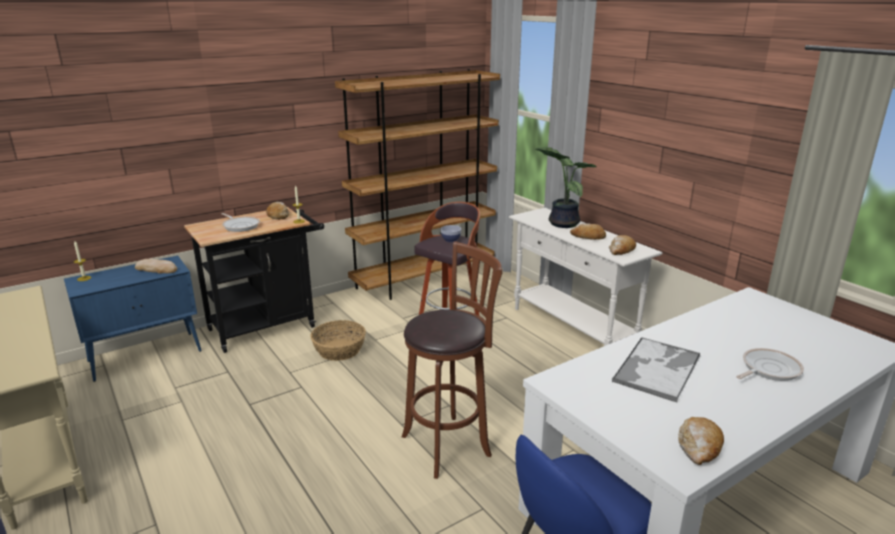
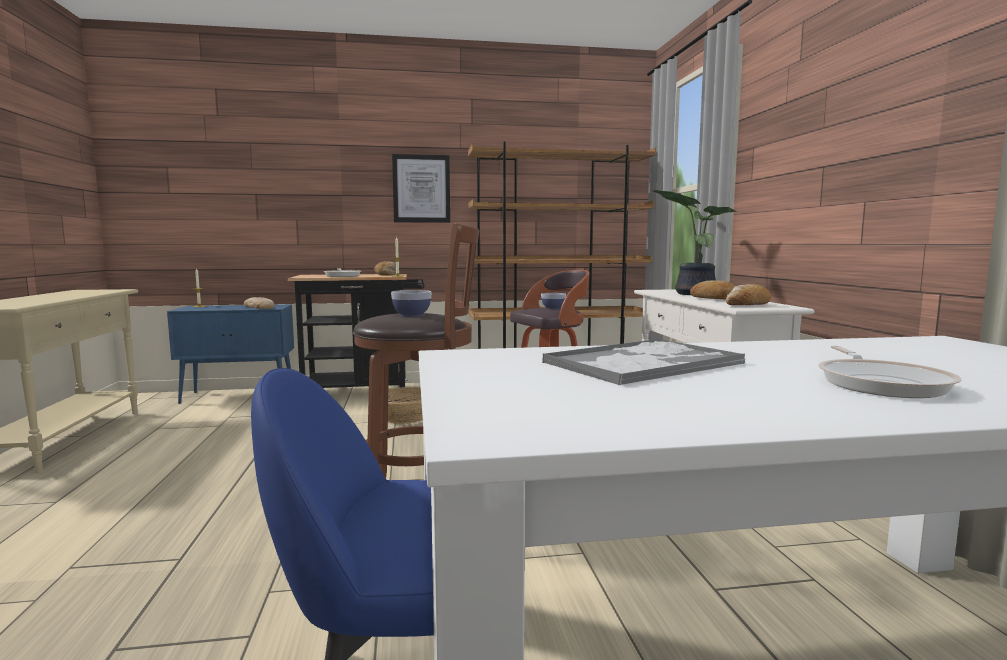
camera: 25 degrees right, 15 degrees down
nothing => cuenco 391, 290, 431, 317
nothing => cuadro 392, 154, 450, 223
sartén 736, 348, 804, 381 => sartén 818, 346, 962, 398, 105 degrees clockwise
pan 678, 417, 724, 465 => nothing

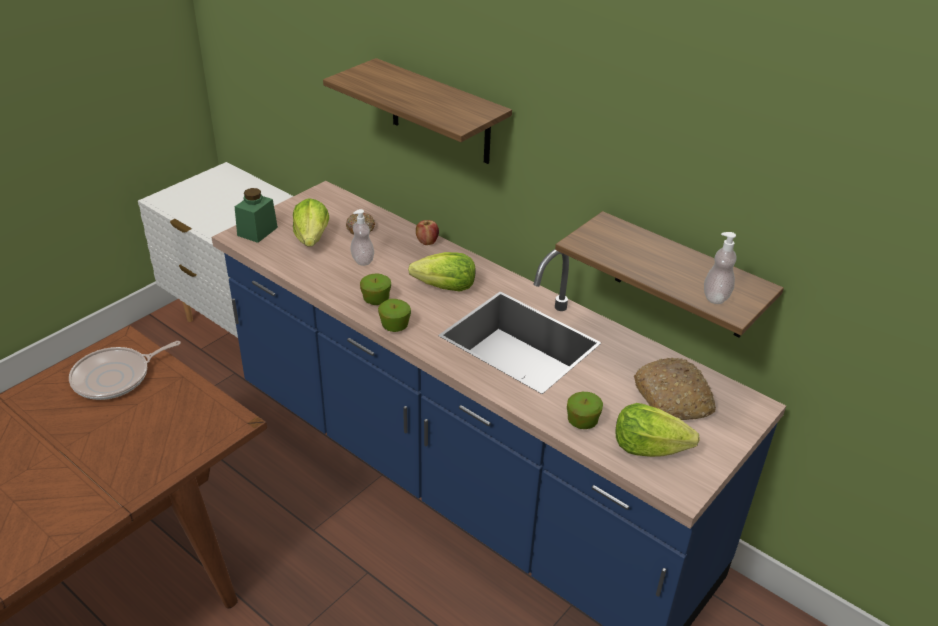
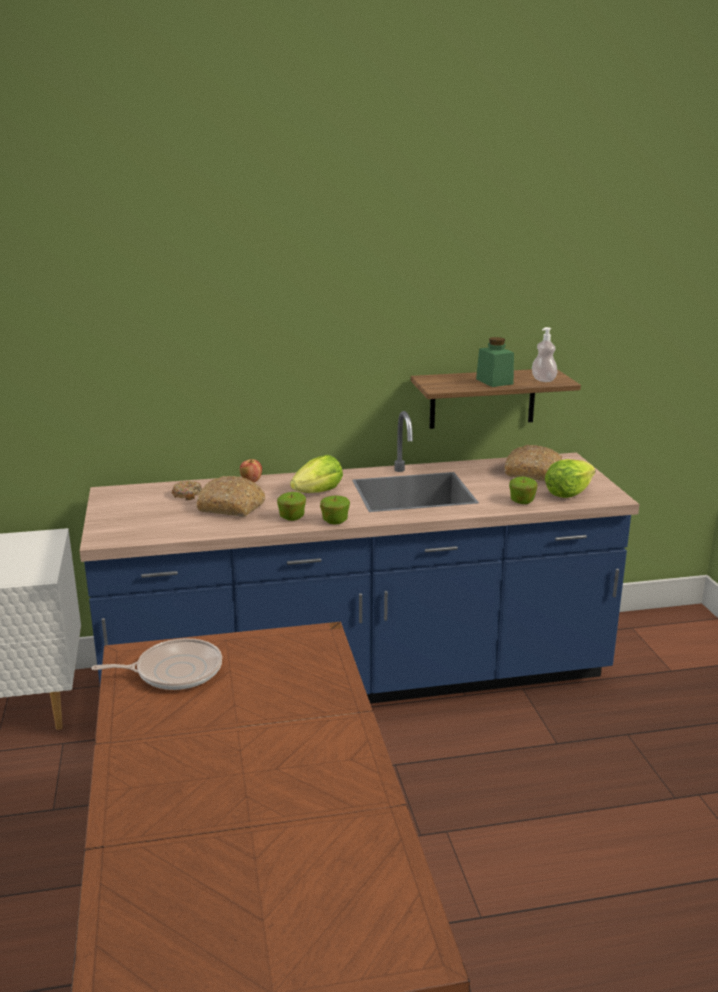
camera: 50 degrees left, 15 degrees down
sartén 69, 341, 181, 400 => sartén 91, 638, 222, 690, 105 degrees counterclockwise
dispensador de jabón 350, 209, 374, 266 => pan 196, 476, 265, 517
tarro/verde 235, 188, 278, 243 => tarro/verde 476, 337, 514, 387, shifted
lechuga 293, 198, 329, 246 => nothing
estante 323, 58, 512, 164 => nothing

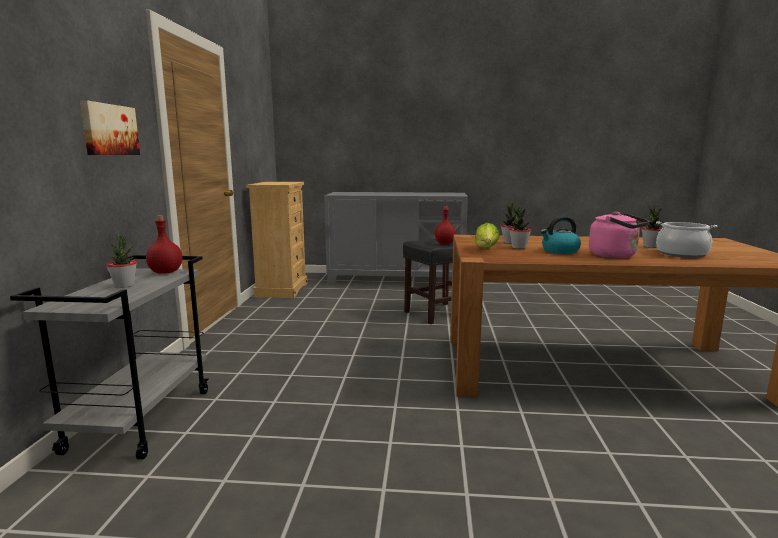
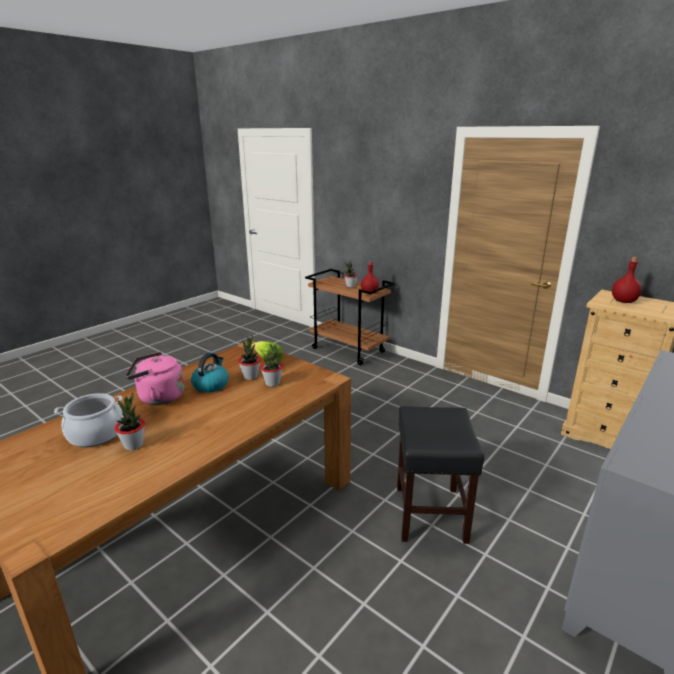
camera: 125 degrees right, 10 degrees up
carrito/gris 10, 255, 209, 460 => carrito/marrón 305, 269, 395, 365
botella/rojo 435, 206, 456, 244 => botella/rojo 612, 257, 642, 303, shifted
cuadro 80, 100, 140, 155 => nothing

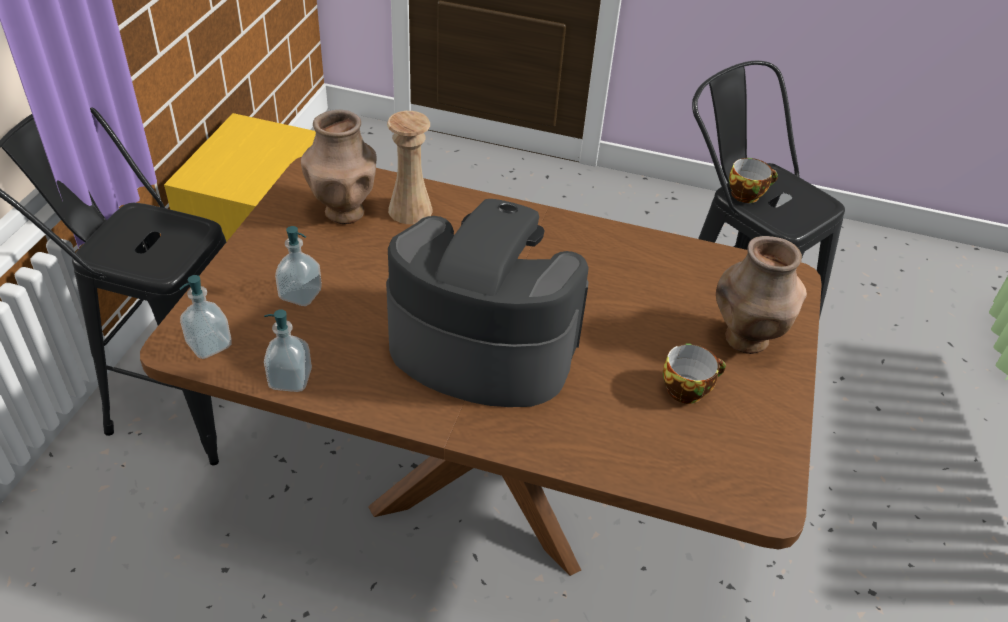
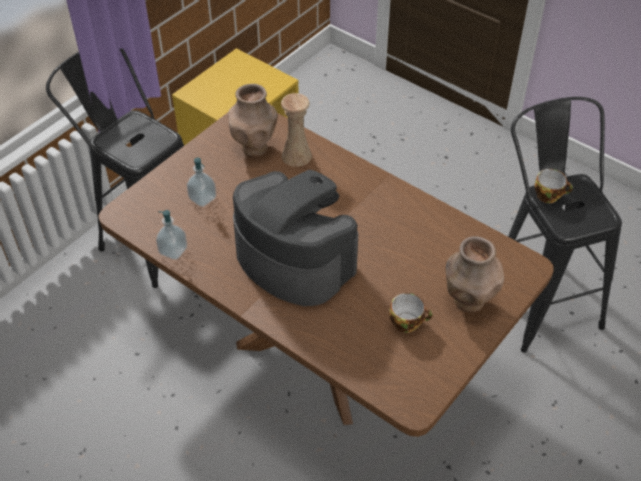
camera: 25 degrees right, 5 degrees up
dispensador de jabón 179, 275, 232, 359 => nothing

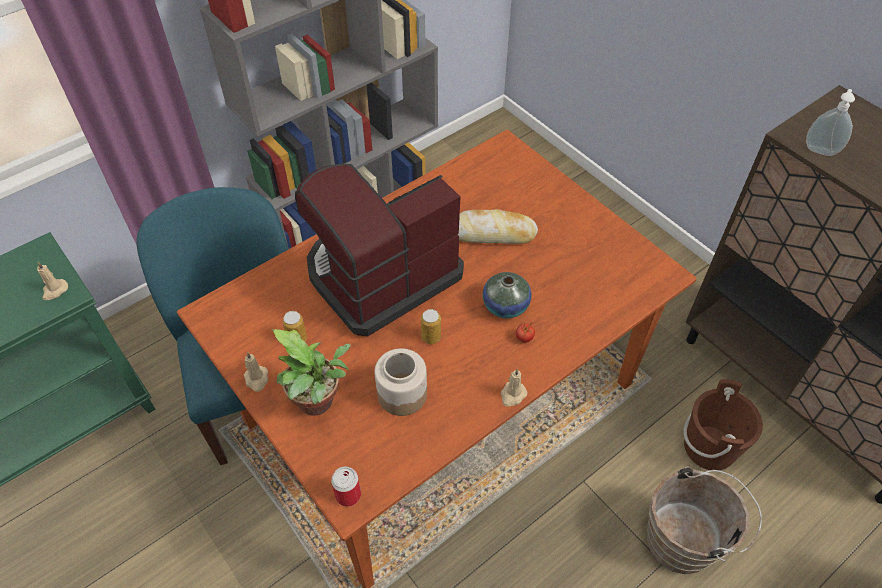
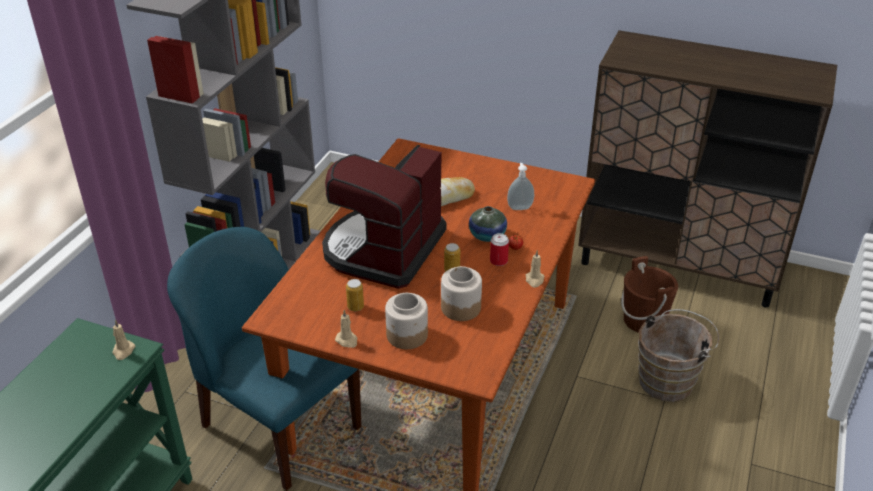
camera: 30 degrees left, 15 degrees down
planta en maceta 272, 329, 351, 416 => tarro 385, 293, 428, 349
lata 331, 467, 361, 507 => lata 490, 233, 509, 266, shifted
dispensador de jabón 806, 89, 855, 156 => dispensador de jabón 507, 163, 534, 210, shifted

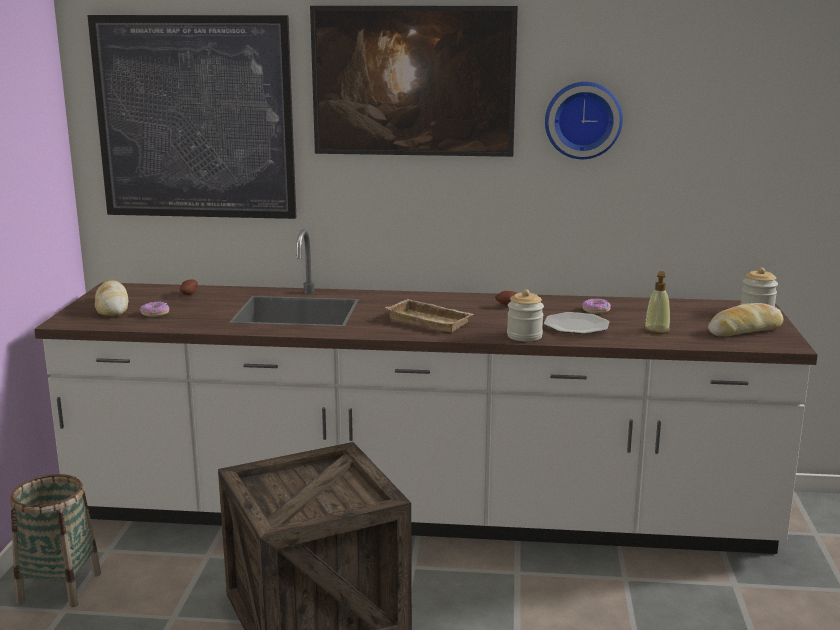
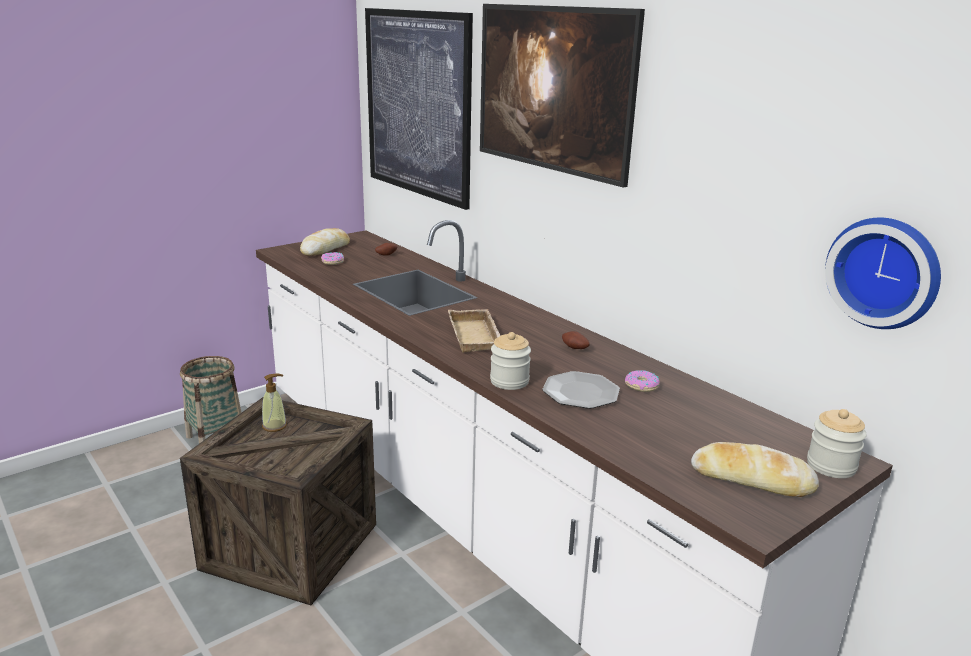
camera: 45 degrees right, 5 degrees up
dispensador de jabón 644, 271, 670, 334 => dispensador de jabón 262, 373, 287, 432, shifted
reloj de pared 545, 82, 623, 159 => reloj de pared 825, 218, 941, 329, shifted

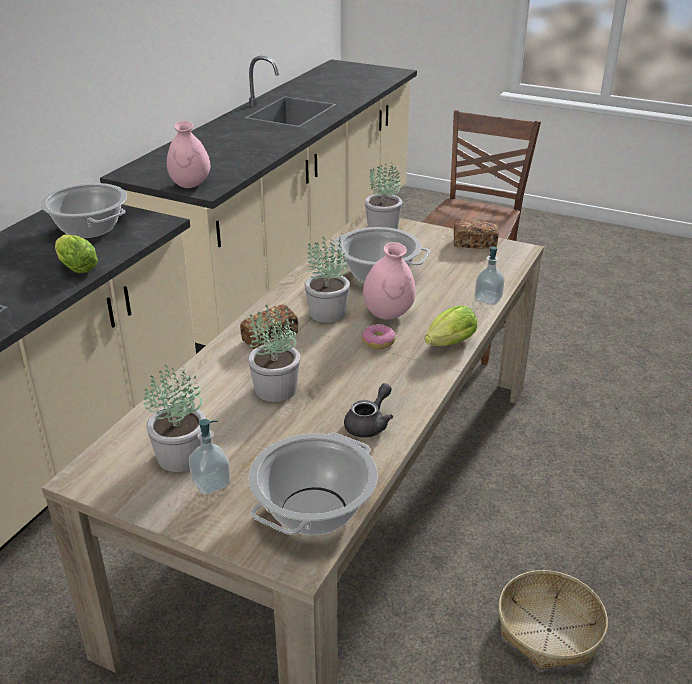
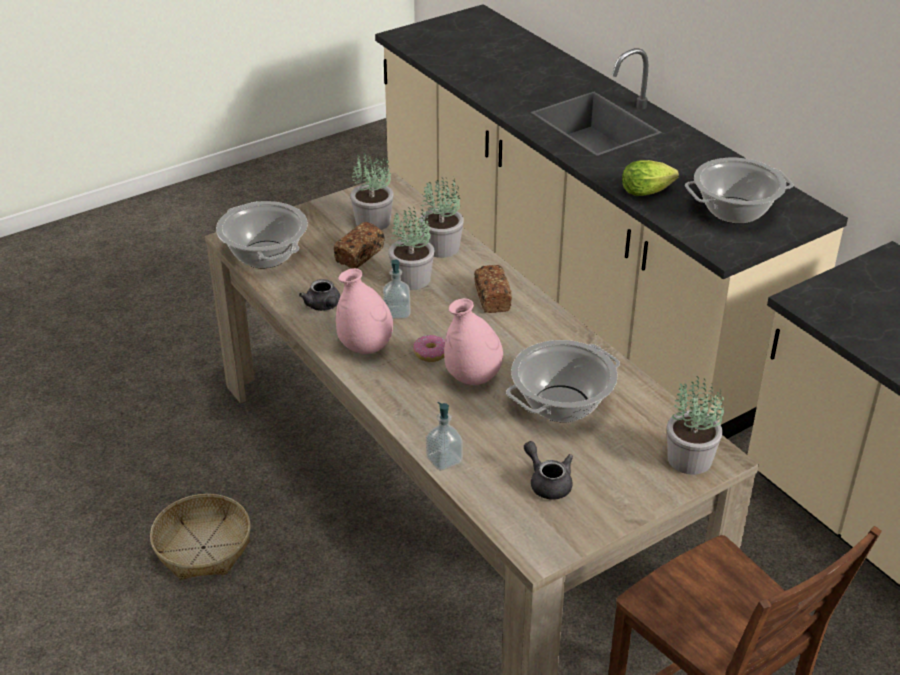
camera: 120 degrees right, 5 degrees up
pan 454, 221, 499, 249 => pan 334, 222, 385, 269, shifted
florero/rosa 167, 121, 210, 188 => florero/rosa 336, 268, 393, 354, shifted
dispensador de jabón 189, 419, 231, 495 => dispensador de jabón 383, 260, 410, 319, shifted
planta en maceta 304, 236, 350, 323 => planta en maceta 420, 176, 464, 258, shifted
nothing => tetera/gris 524, 441, 573, 500
lechuga 425, 305, 477, 346 => nothing

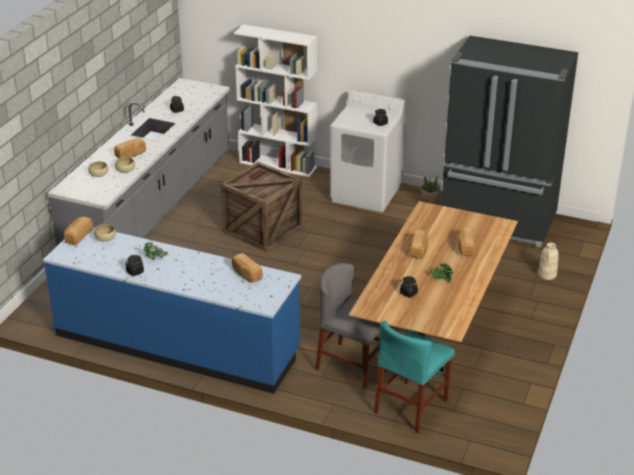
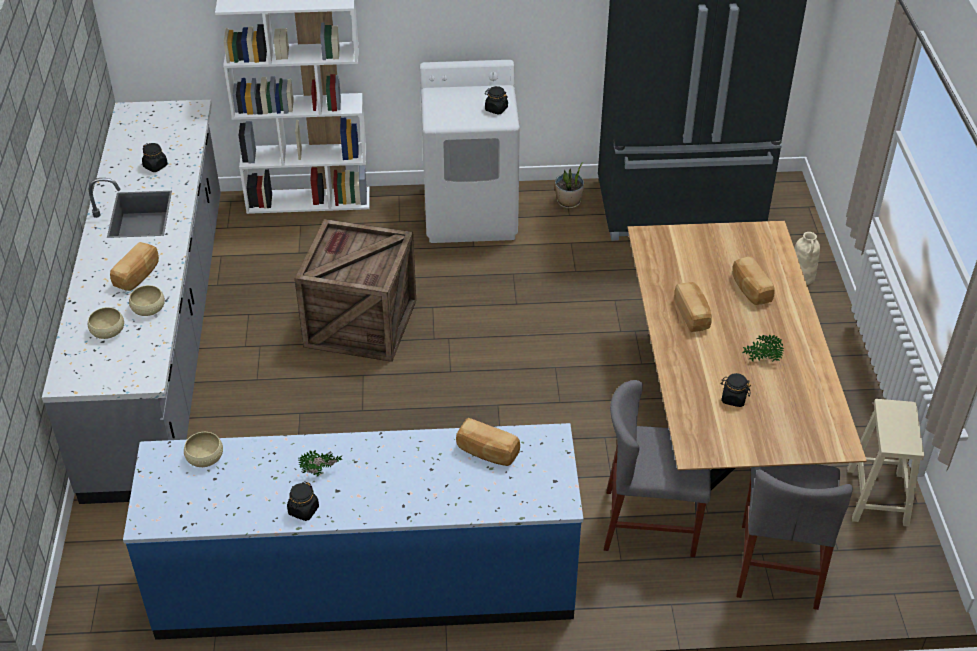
camera: 25 degrees left, 10 degrees up
silla/turquesa 374, 321, 455, 433 => silla/gris 736, 464, 853, 610
nothing => taburete/beis 847, 399, 924, 527
pan 64, 217, 93, 246 => nothing

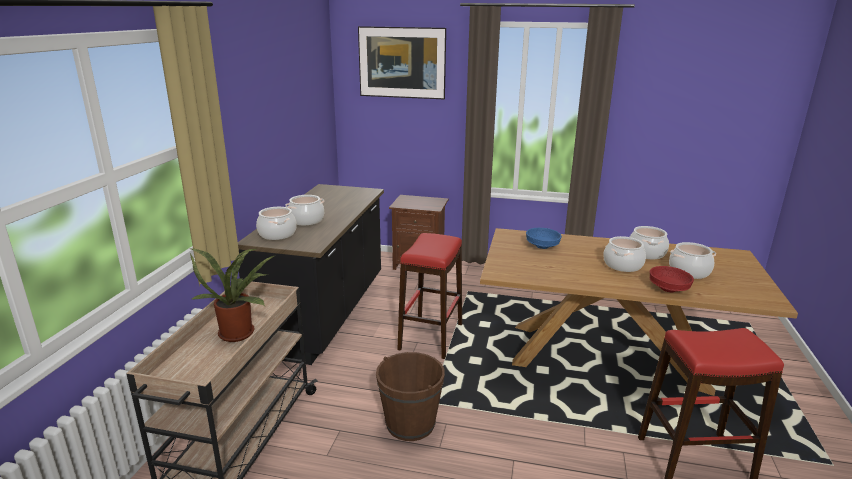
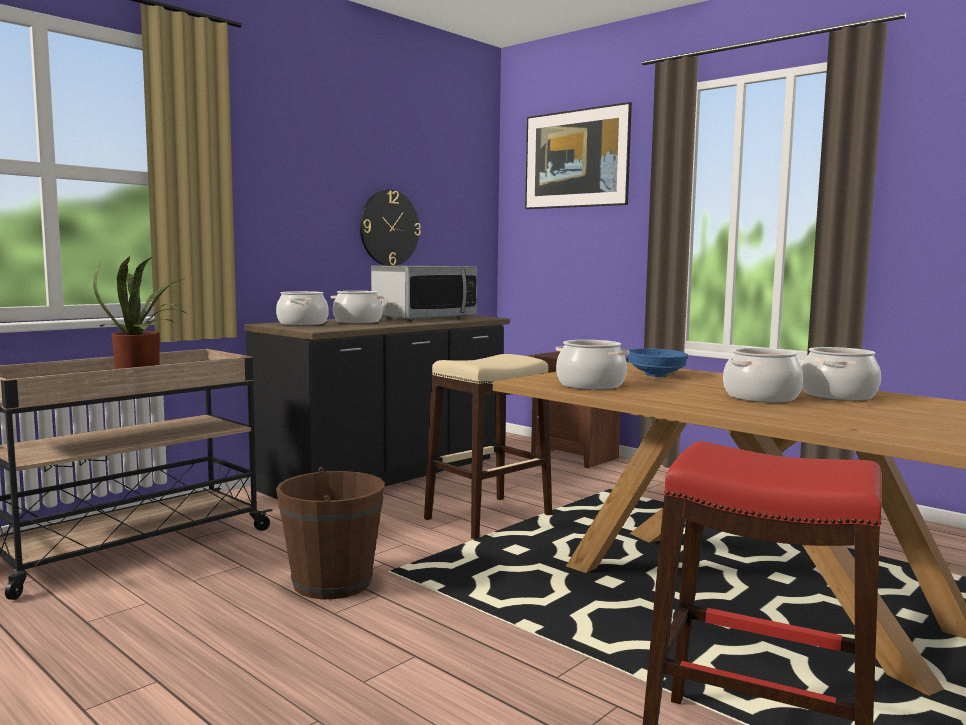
camera: 30 degrees right, 15 degrees down
nothing => reloj de pared 360, 190, 421, 266
nothing => microondas 371, 266, 477, 321
taburete/rojo 397, 233, 462, 359 => taburete/beis 424, 354, 552, 539
olla 669, 242, 716, 279 => olla 556, 340, 629, 390, shifted
cuenco/rojo 650, 266, 694, 292 => nothing

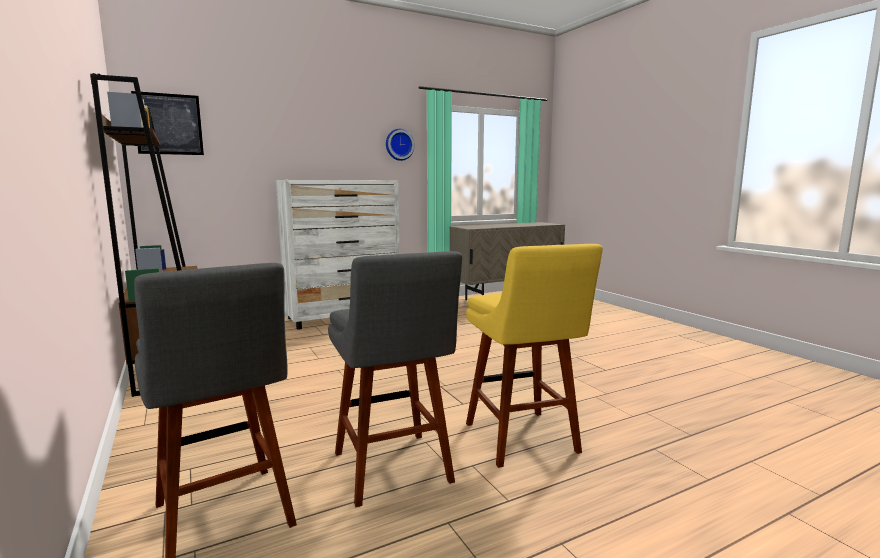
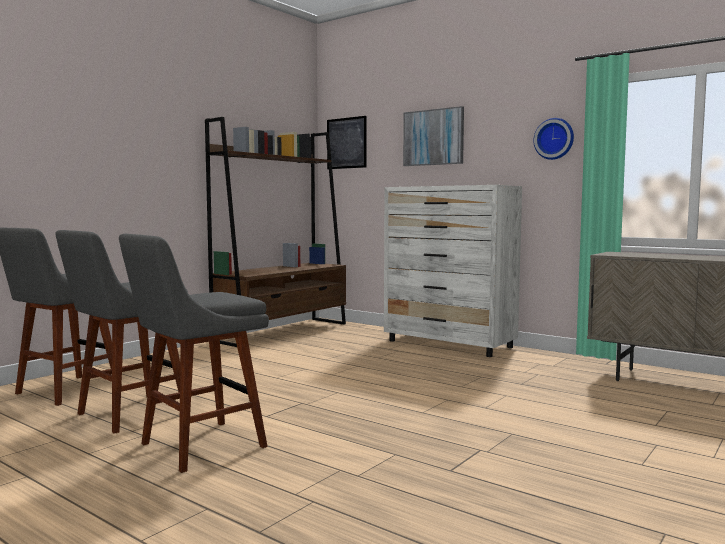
camera: 65 degrees right, 5 degrees down
taburete/amarillo 466, 244, 603, 468 => taburete/gris 119, 234, 269, 473
nothing => cuadro 403, 106, 464, 166

